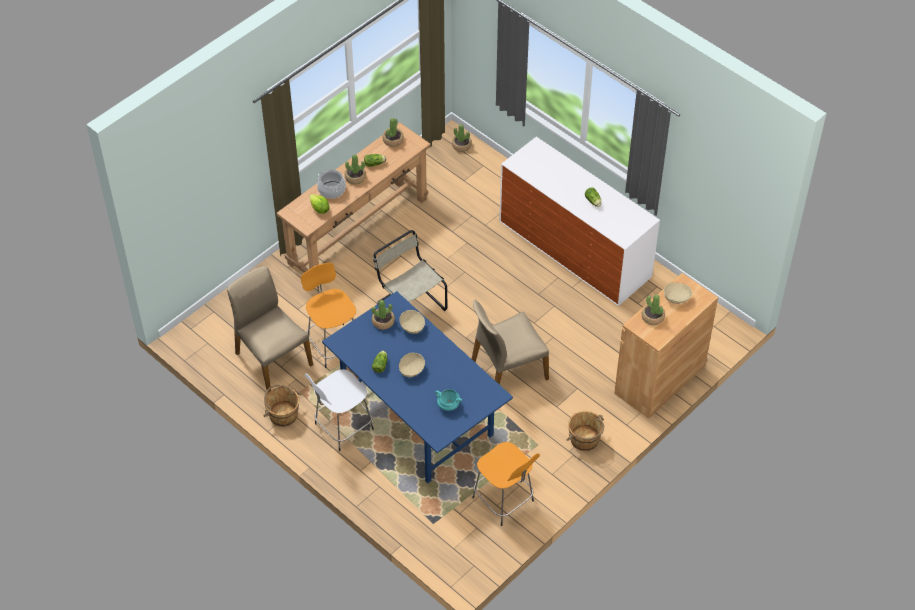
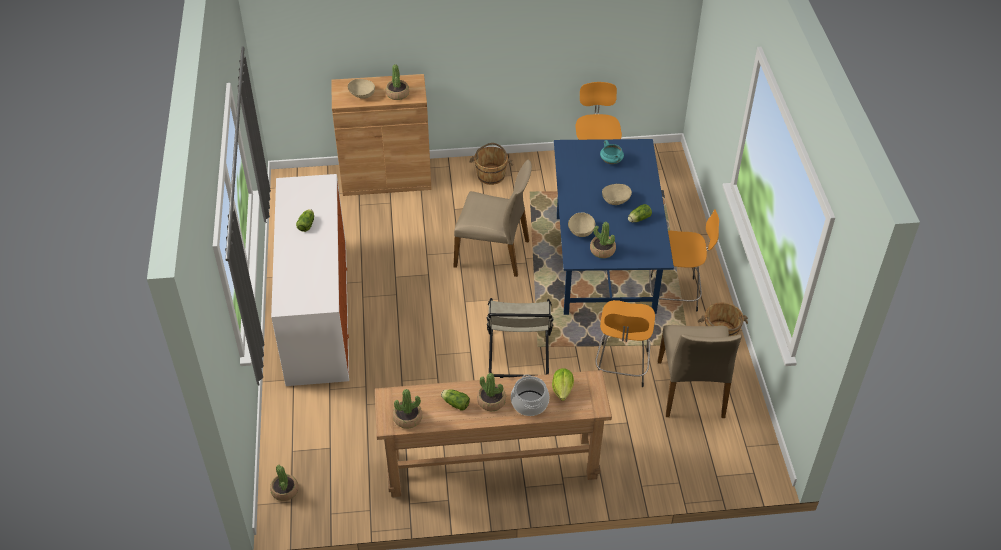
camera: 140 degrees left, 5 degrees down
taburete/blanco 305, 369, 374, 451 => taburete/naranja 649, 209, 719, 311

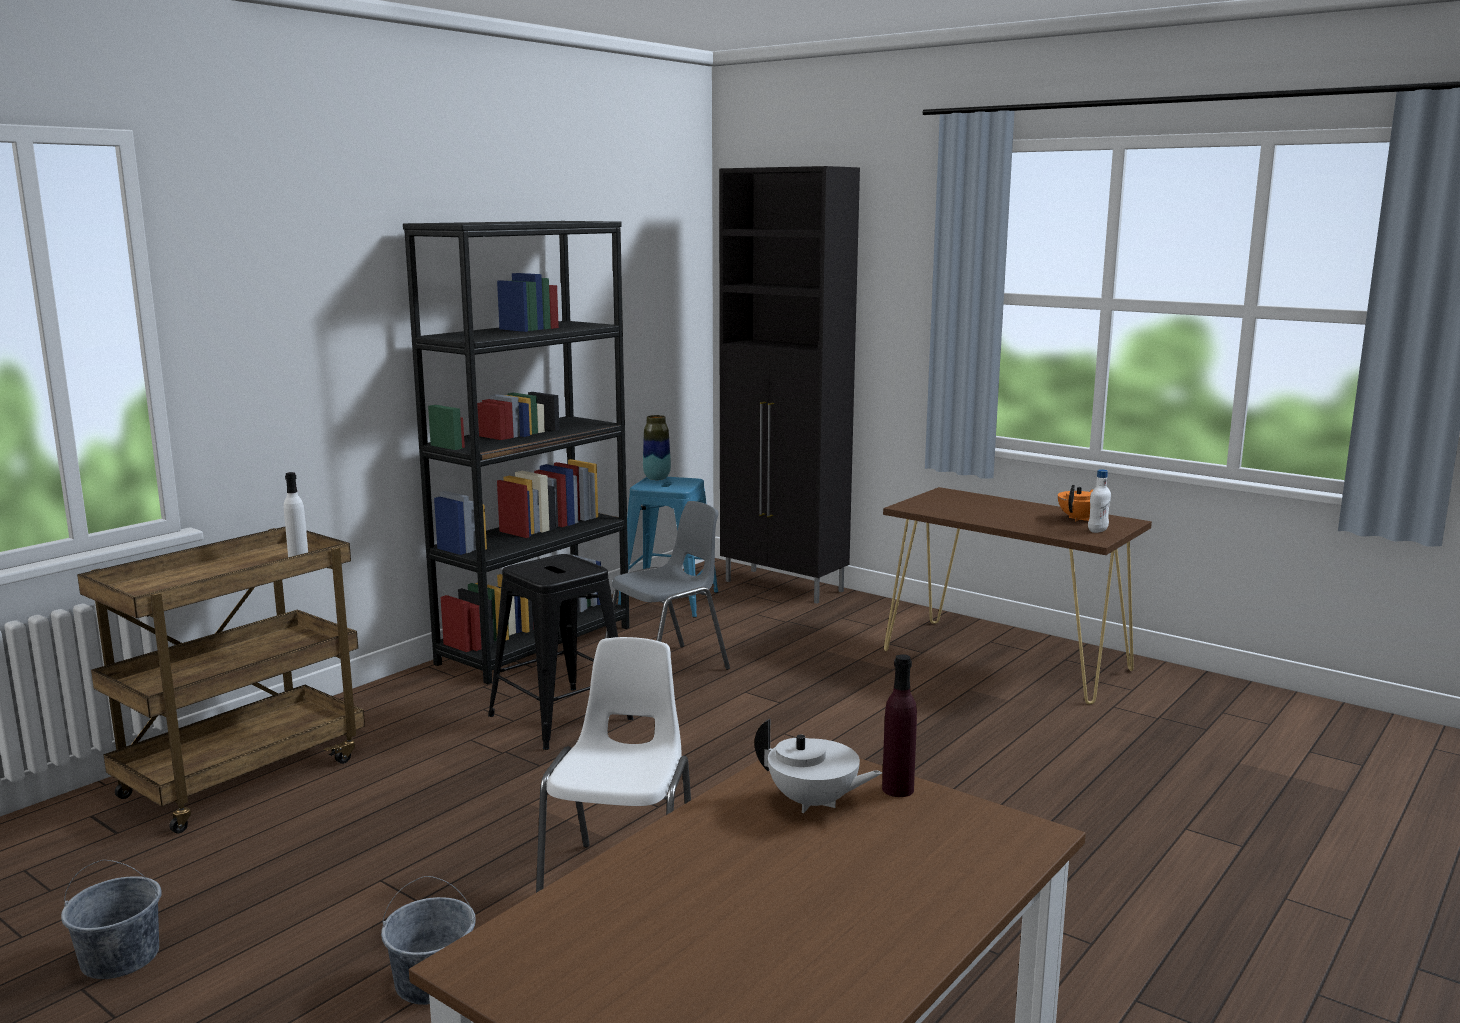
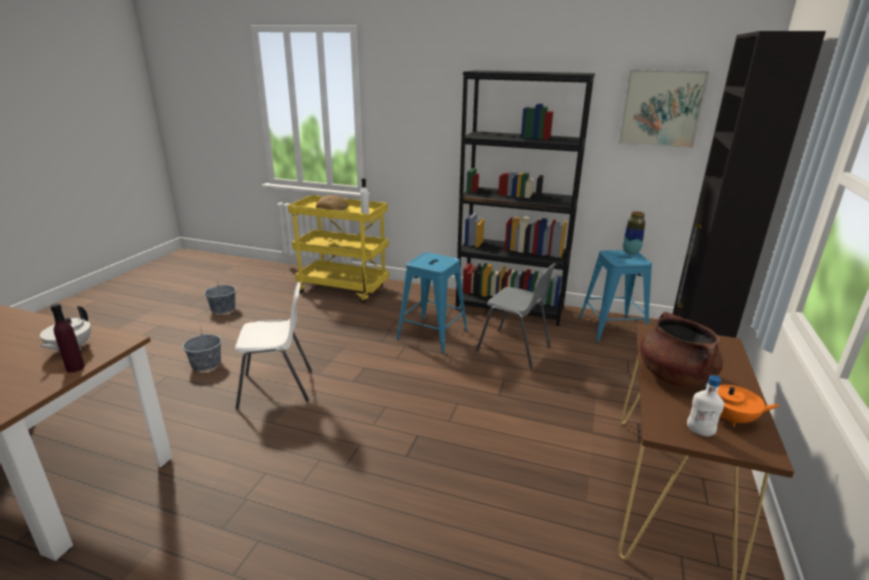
camera: 70 degrees right, 10 degrees up
carrito/marrón 77, 527, 365, 833 => carrito/amarillo 288, 195, 389, 303
nothing => pan 316, 195, 349, 211
taburete/negro 488, 554, 633, 750 => taburete/azul 396, 252, 467, 353
nothing => cuadro 618, 69, 709, 148
nothing => olla/marrón 640, 312, 723, 387

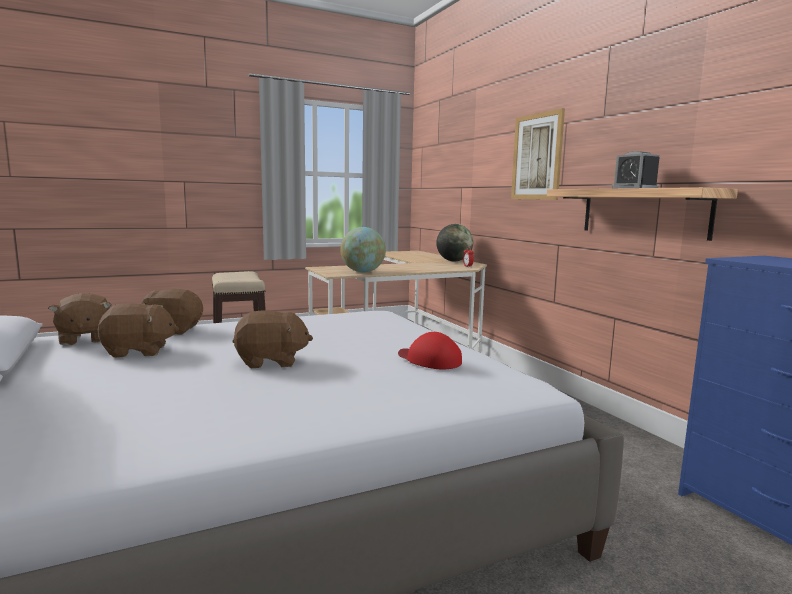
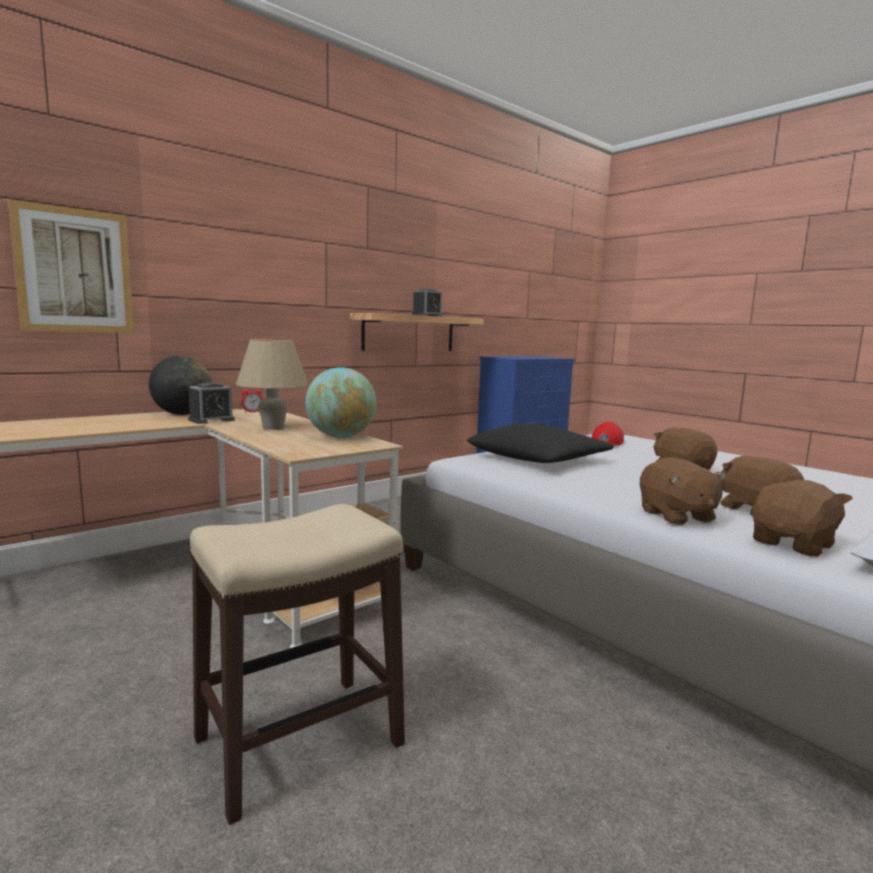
camera: 105 degrees left, 0 degrees up
cuadro 511, 108, 565, 200 => cuadro 8, 199, 134, 333, shifted
nothing => despertador 188, 382, 235, 424
nothing => lámpara de mesa/beis 236, 340, 308, 430
nothing => cojín/negro 467, 424, 614, 463

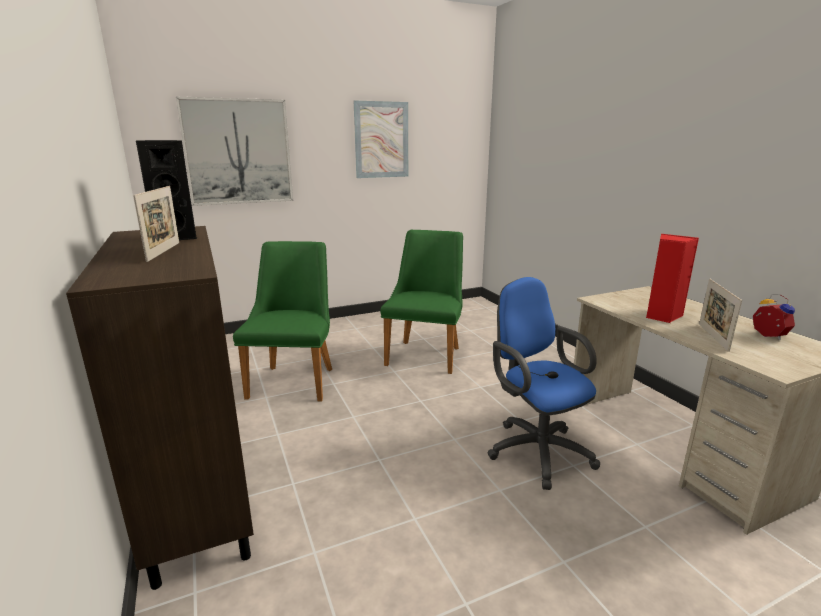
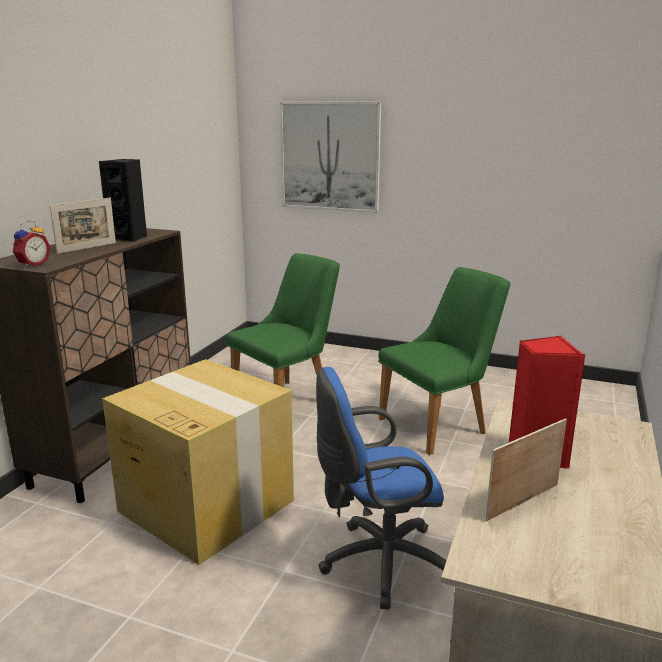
camera: 45 degrees right, 0 degrees up
despertador 753, 294, 795, 340 => despertador 13, 220, 50, 268, shifted
nothing => caja de cartón 102, 359, 294, 565
silla de oficina/azul 487, 277, 600, 490 => silla de oficina/azul 316, 367, 447, 609, 120 degrees counterclockwise
cuadro 354, 100, 408, 178 => nothing

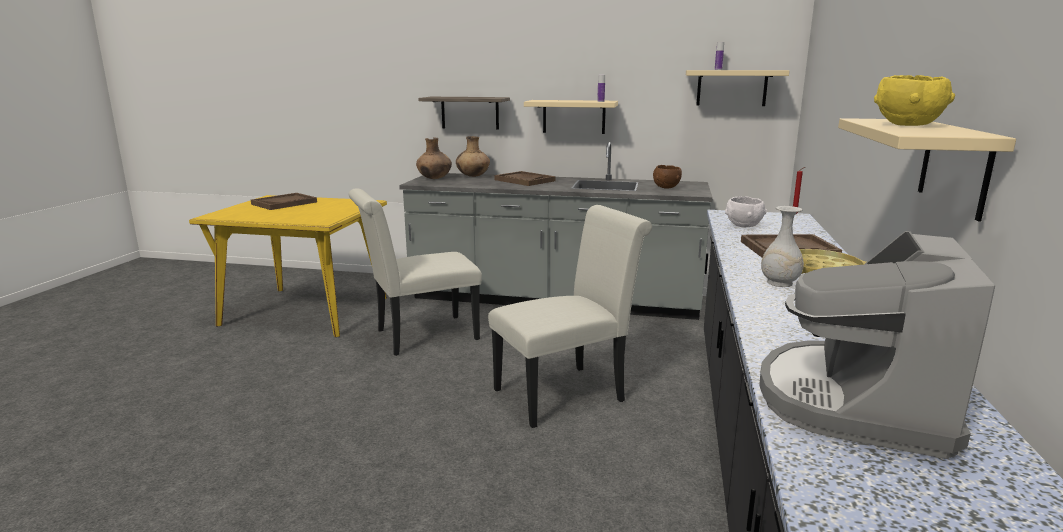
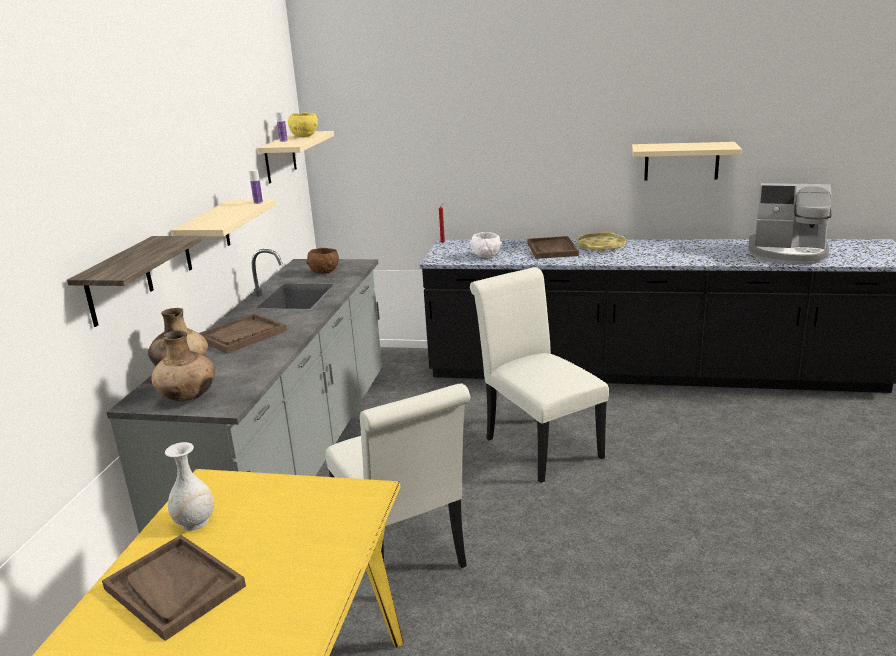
camera: 90 degrees left, 5 degrees up
florero/blanco 761, 206, 804, 287 => florero/blanco 165, 442, 214, 531, shifted
cuenco/amarillo 874, 75, 955, 126 => cuenco/amarillo 288, 112, 318, 137, shifted

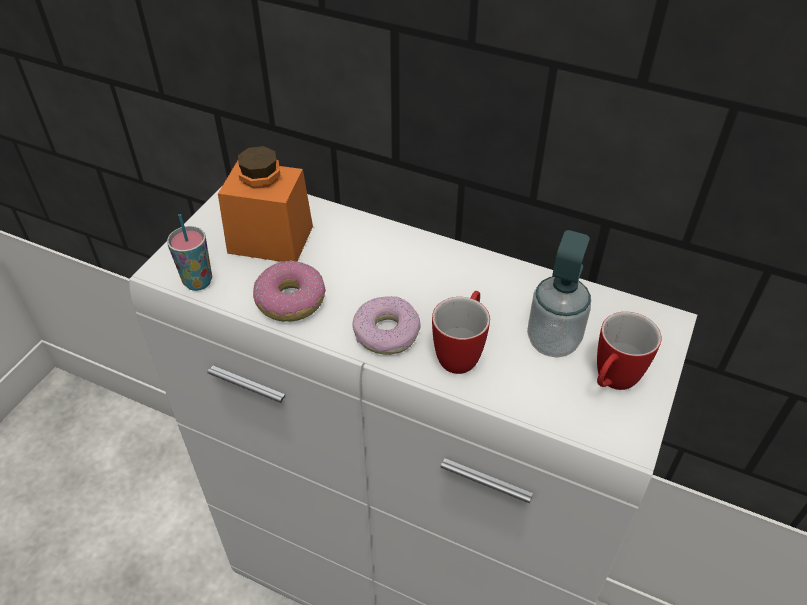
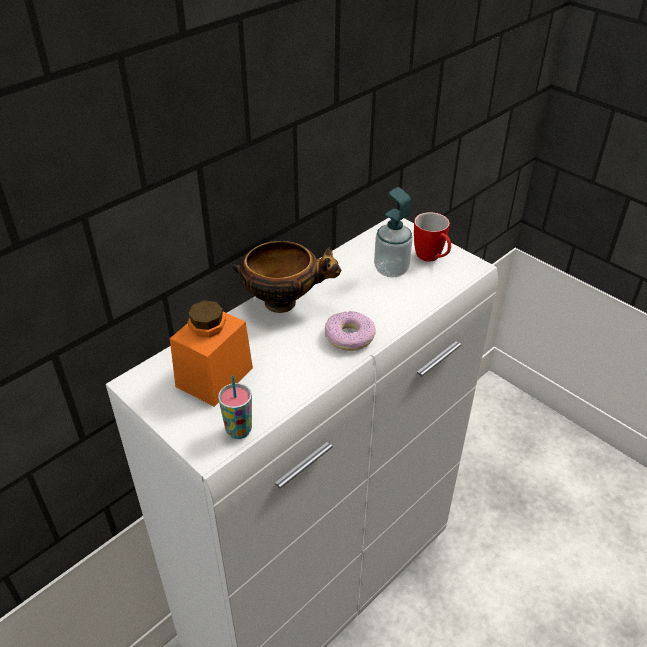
camera: 70 degrees left, 5 degrees down
nothing => cuenco 232, 241, 341, 313
rosquilla 253, 260, 326, 322 => nothing
taza grande 432, 291, 490, 374 => nothing

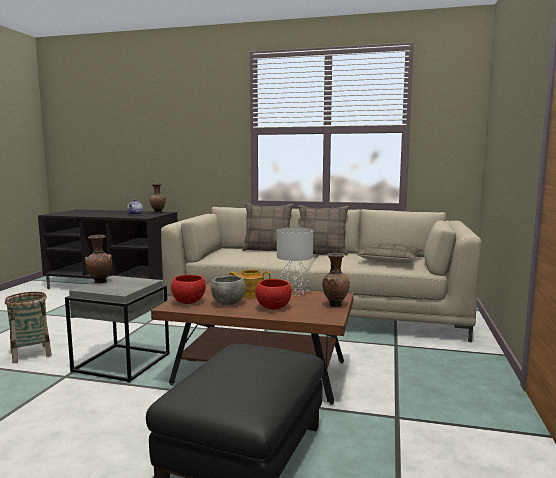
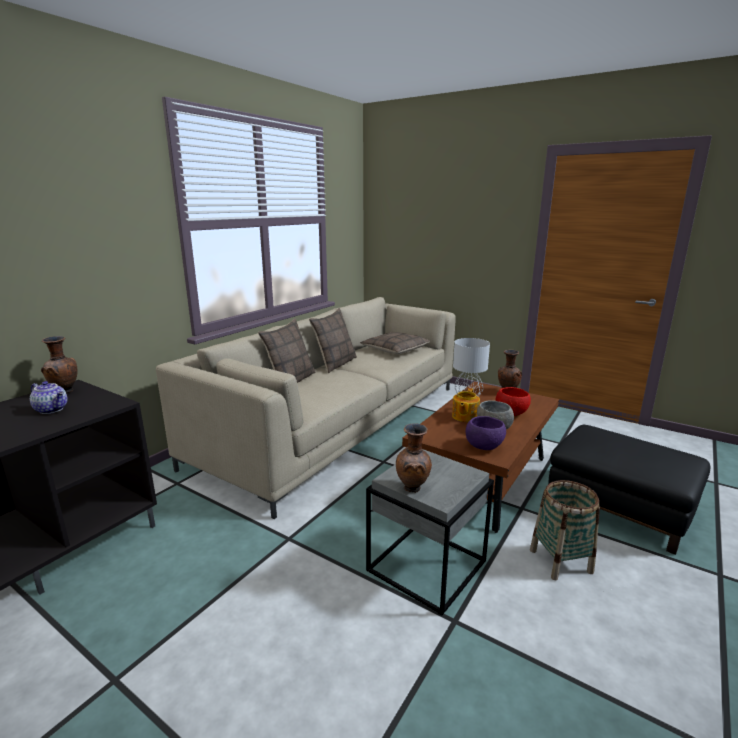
camera: 70 degrees left, 10 degrees up
cuenco/rojo 171, 275, 206, 304 => cuenco/morado 466, 416, 506, 450
cesta 5, 292, 52, 363 => cesta 530, 480, 600, 580, shifted

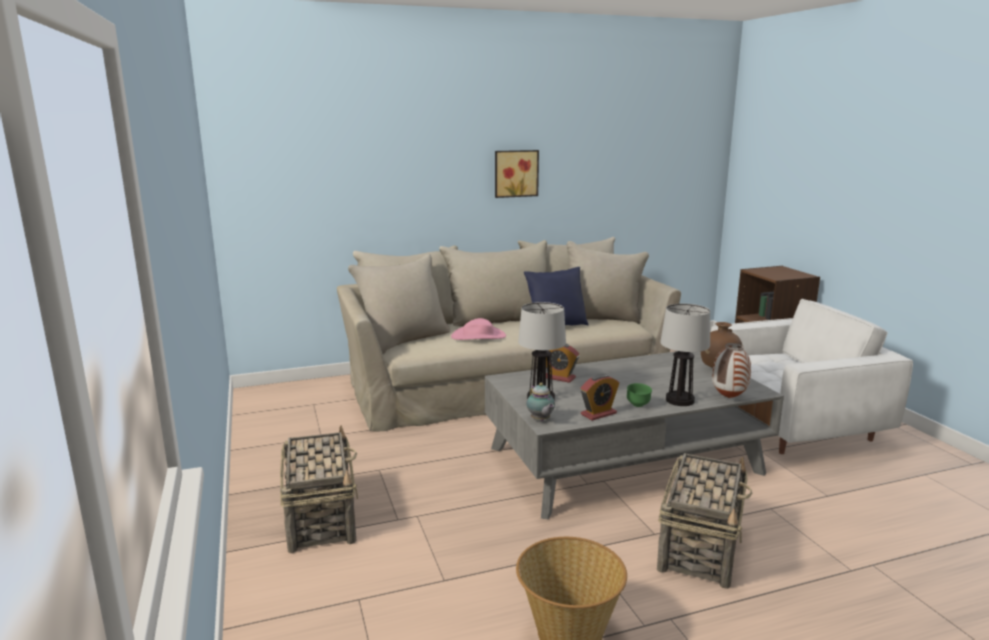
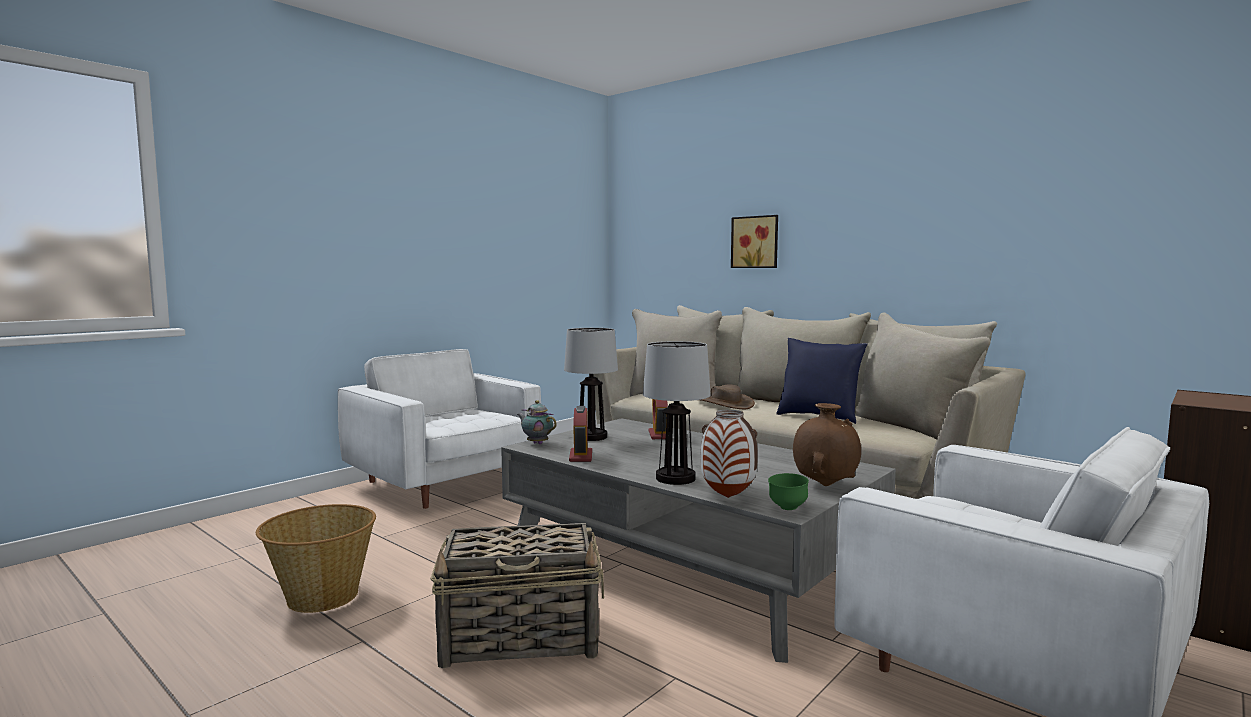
camera: 60 degrees right, 10 degrees down
cesta 280, 425, 358, 553 => sillón/blanco 338, 349, 541, 509
tetera 527, 383, 555, 421 => tetera 517, 400, 557, 444, 90 degrees clockwise
despertador 580, 374, 619, 421 => despertador 569, 406, 592, 462, 120 degrees counterclockwise
sombrero/rosa 451, 318, 506, 340 => sombrero/marrón 701, 385, 755, 409
cuadro 495, 150, 539, 198 => cuadro 731, 215, 778, 268, shifted
cuenco/verde 627, 383, 652, 407 => cuenco/verde 768, 473, 809, 510, shifted

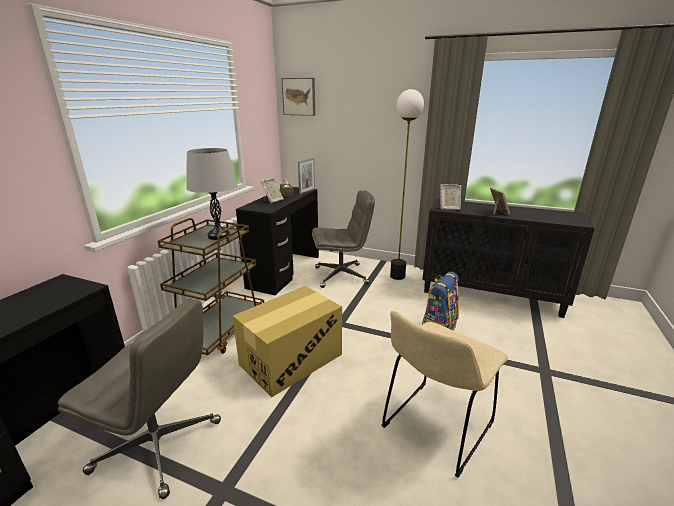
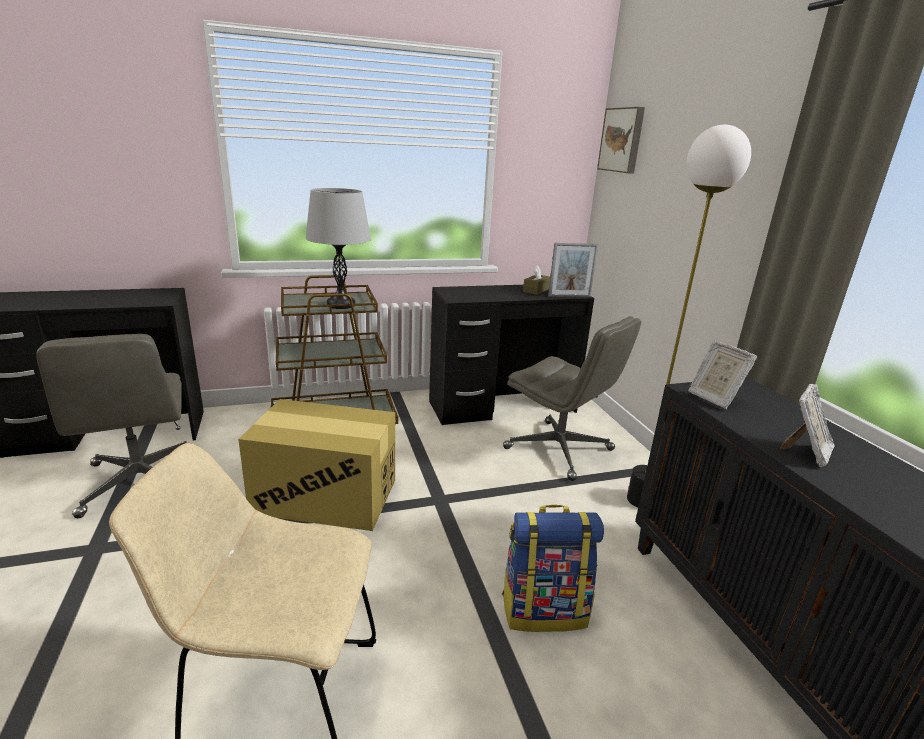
camera: 50 degrees right, 0 degrees up
portarretratos 261, 178, 284, 203 => nothing

